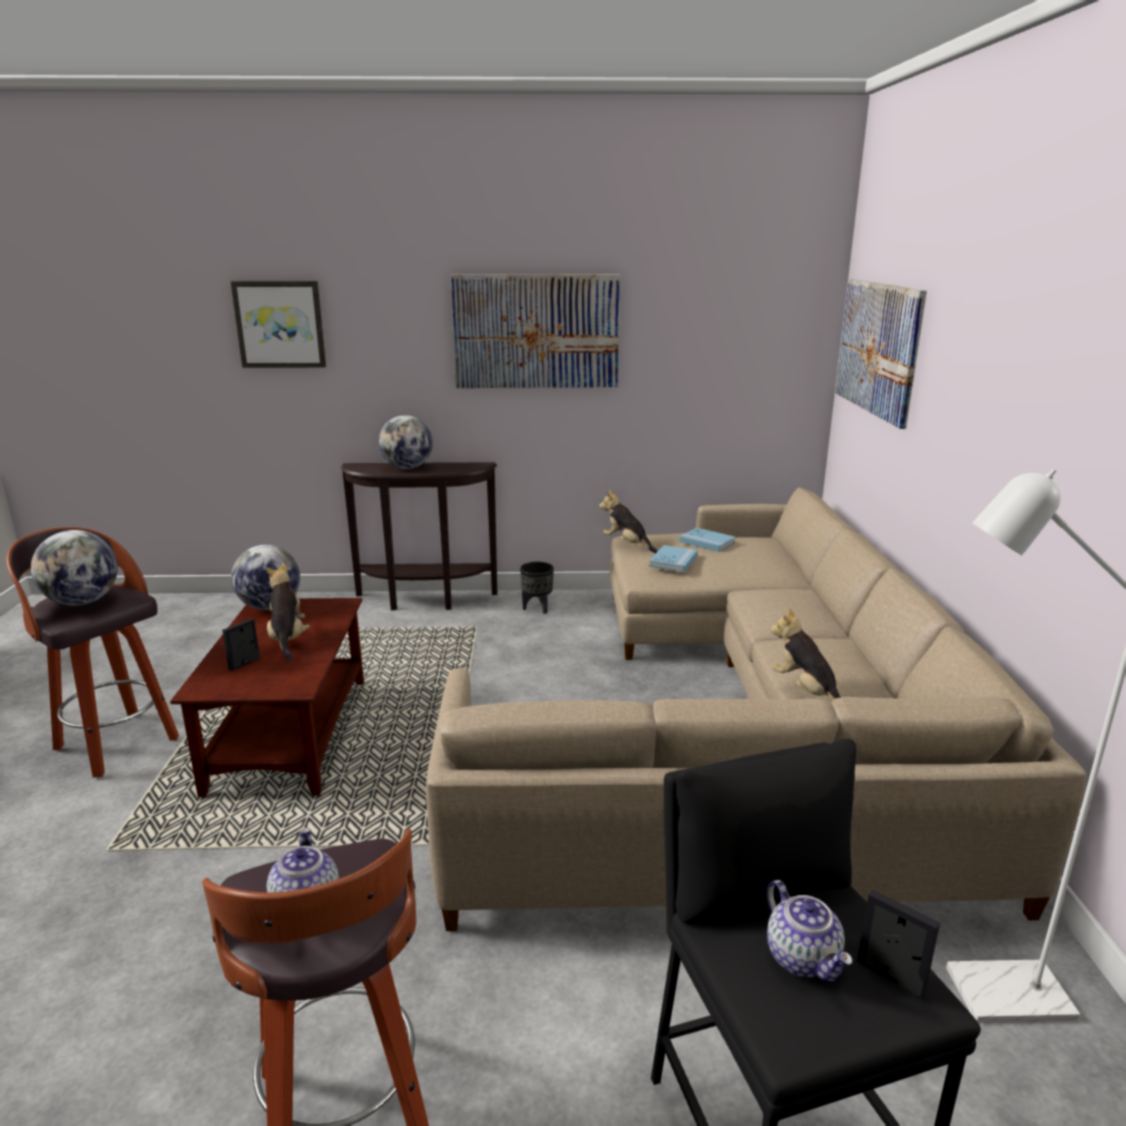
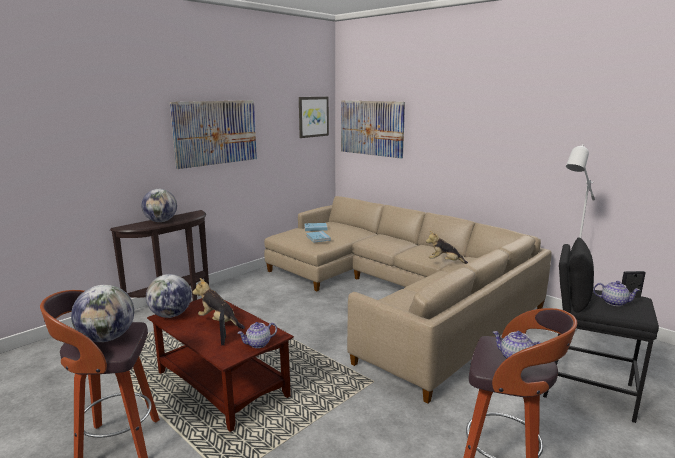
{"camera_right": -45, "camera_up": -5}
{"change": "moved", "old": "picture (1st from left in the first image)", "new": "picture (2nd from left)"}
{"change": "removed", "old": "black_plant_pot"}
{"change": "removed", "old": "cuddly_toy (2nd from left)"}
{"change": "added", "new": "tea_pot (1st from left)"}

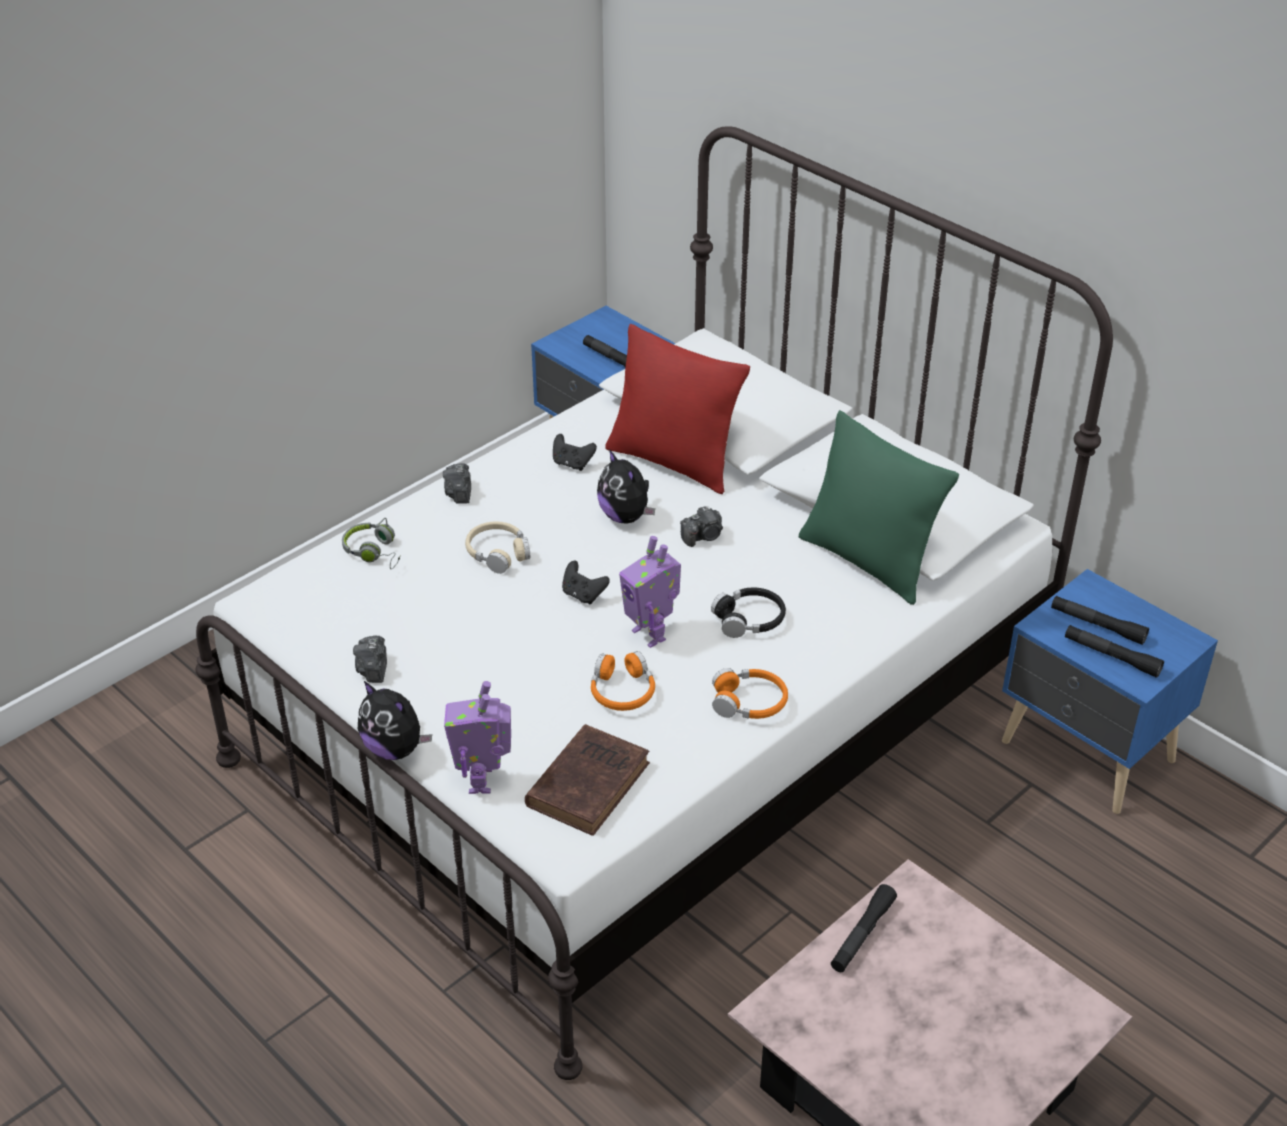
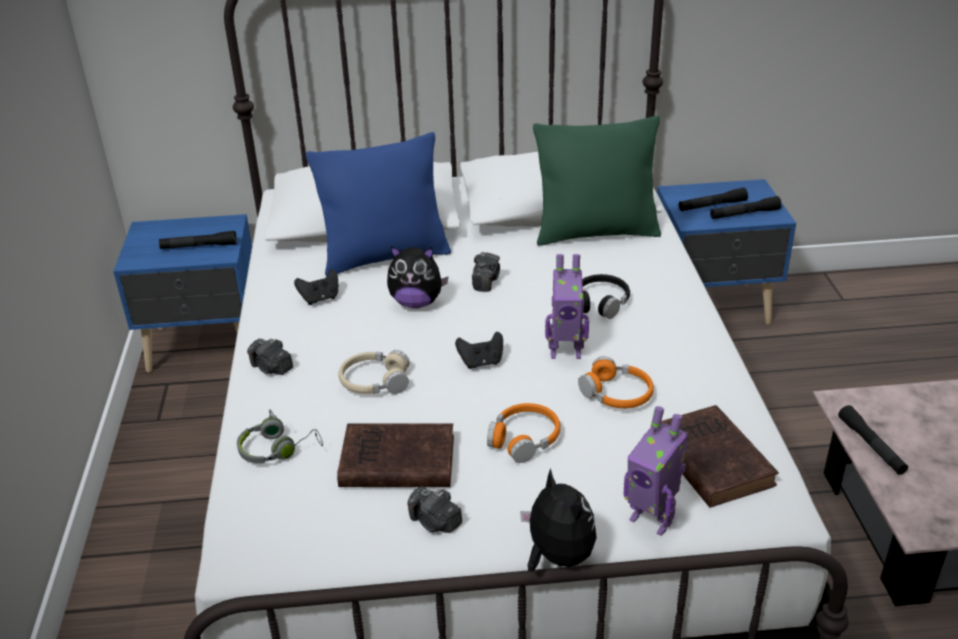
{"camera_right": -50, "camera_up": -5}
{"change": "turned", "old": "cuddly_toy (1st from left in the first image)", "degrees": -105}
{"change": "recoloured", "old": "red_throw_pillow", "new": "bluish_throw_pillow"}
{"change": "moved", "old": "orangey_headphones (2nd from left in the first image)", "new": "orangey_headphones (1st from left)"}
{"change": "added", "new": "brownish_bound_book (1st from left)"}

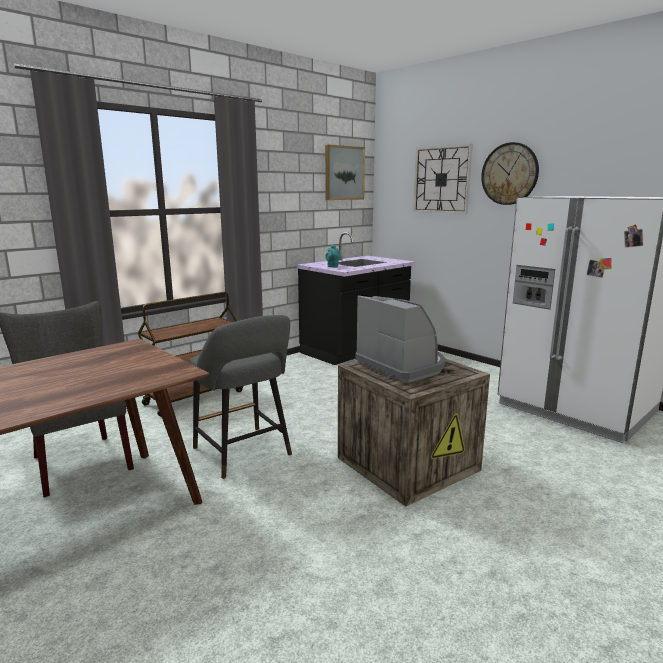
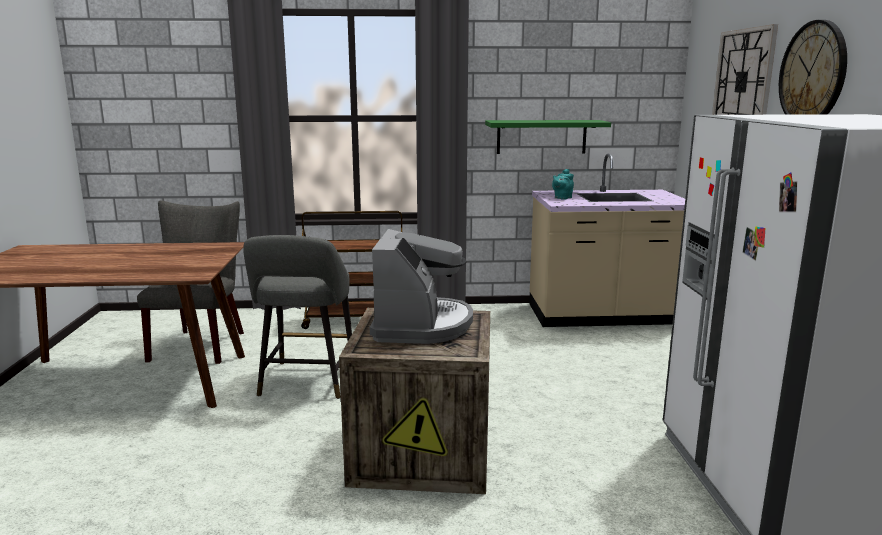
{"camera_right": 40, "camera_up": 0}
{"change": "recoloured", "old": "black_counter", "new": "beige_counter"}
{"change": "removed", "old": "picture"}
{"change": "added", "new": "greenish_wall_shelf"}

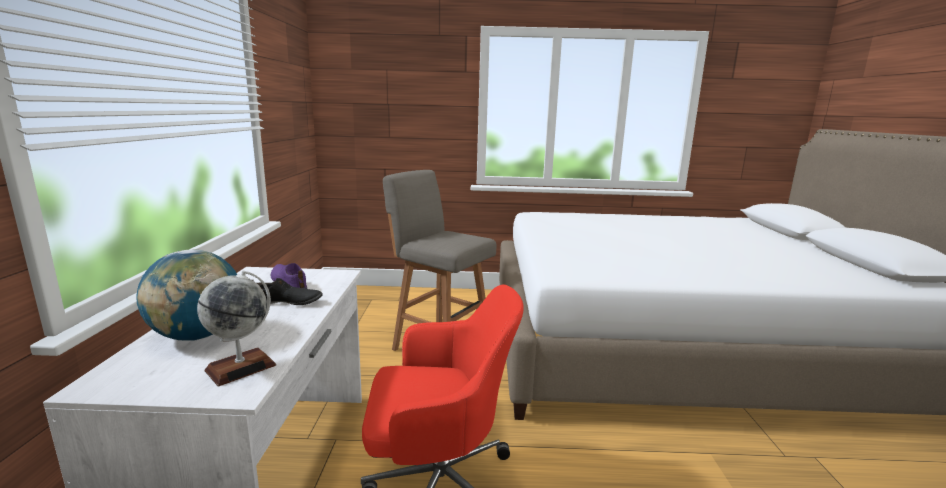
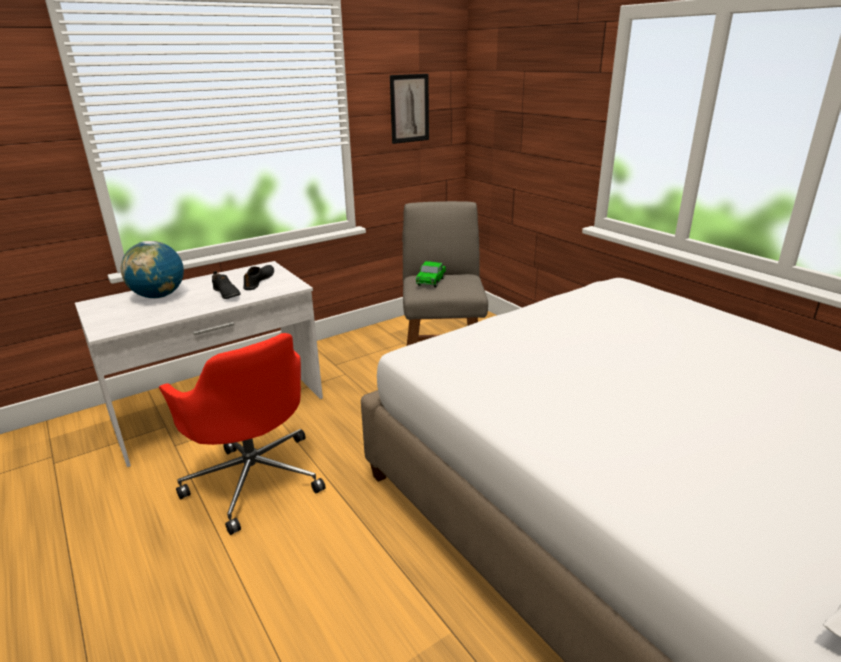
{"camera_right": 55, "camera_up": 10}
{"change": "removed", "old": "globe (2nd from left)"}
{"change": "recoloured", "old": "purple_shoe", "new": "black_shoe (2nd from left)"}
{"change": "added", "new": "picture"}
{"change": "added", "new": "model_car"}

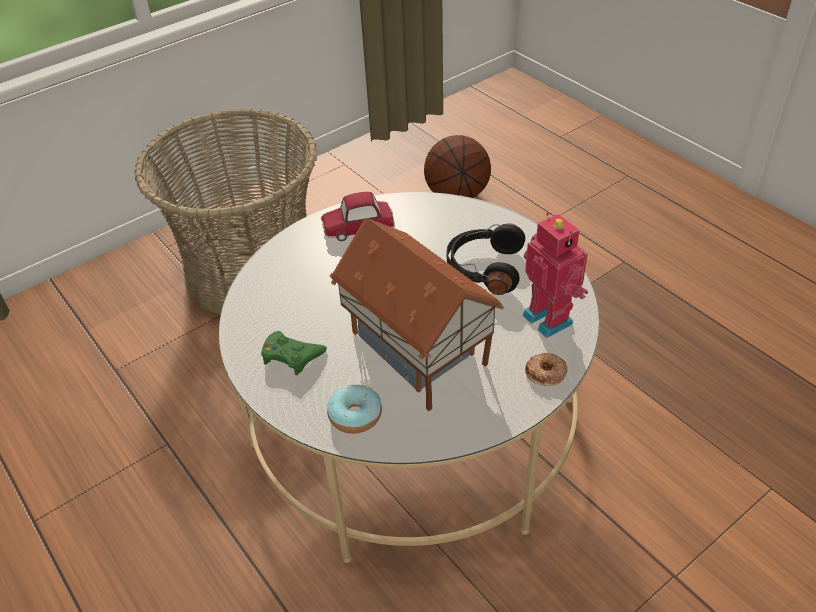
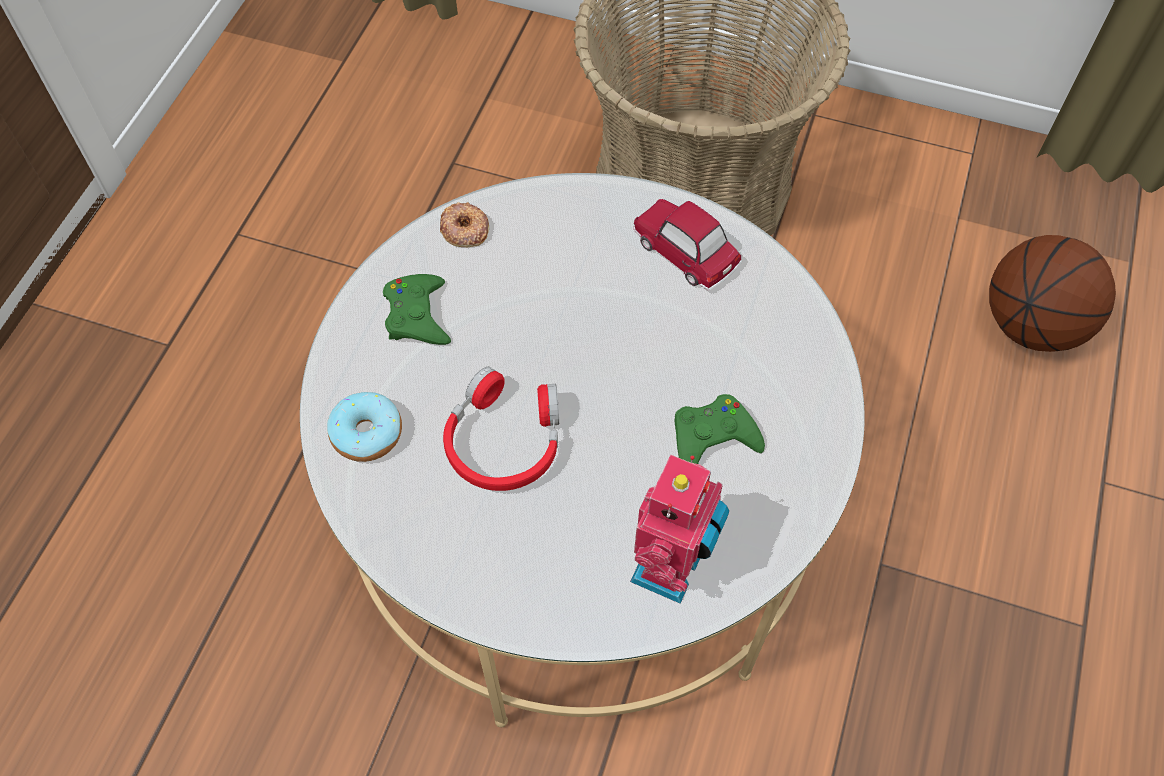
{"camera_right": 55, "camera_up": 15}
{"change": "replaced", "old": "toy_house", "new": "red_headphones"}
{"change": "replaced", "old": "black_headphones", "new": "greenish_game_controller (2nd from left)"}
{"change": "moved", "old": "ring_doughnut (2nd from left)"}

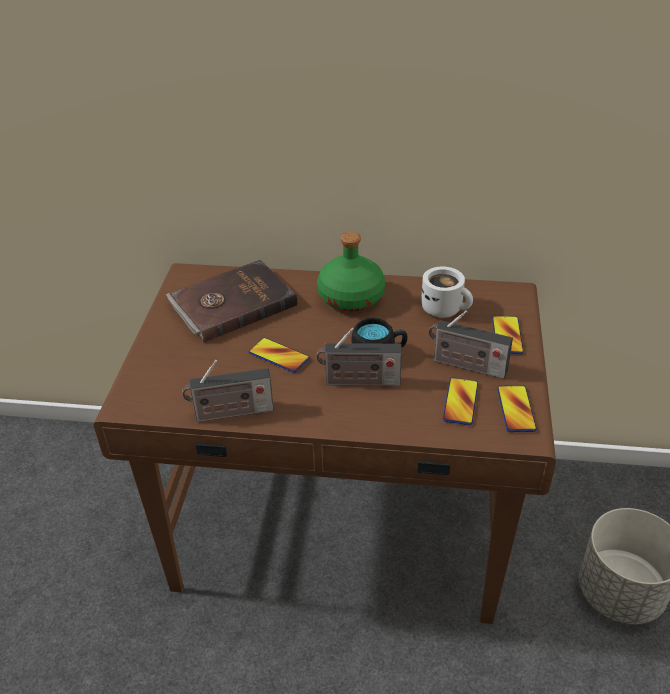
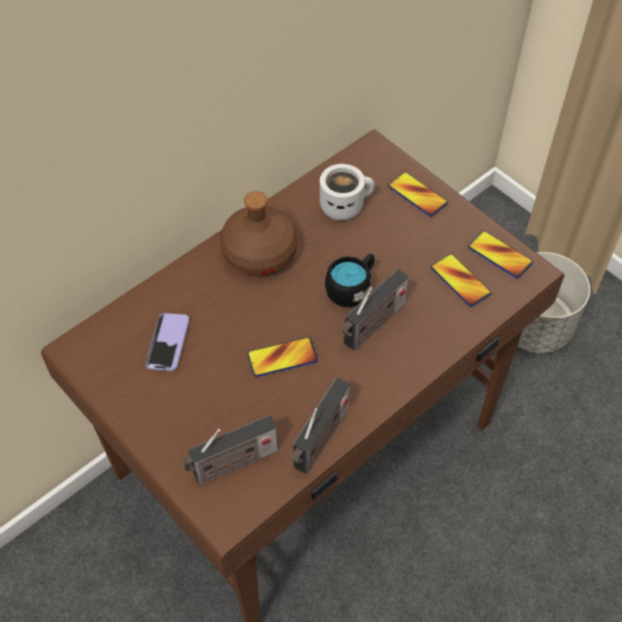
{"camera_right": -50, "camera_up": 15}
{"change": "replaced", "old": "brownish_bound_book", "new": "handset (1st from left)"}
{"change": "recoloured", "old": "greenish_drink_bottle", "new": "brownish_drink_bottle"}
{"change": "moved", "old": "radio (3rd from left in the first image)", "new": "radio (1st from left)"}

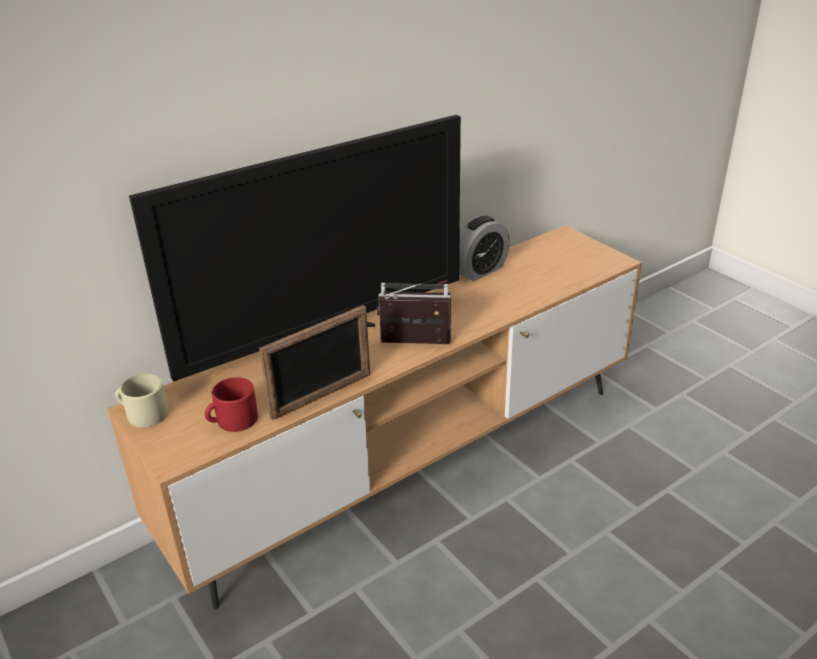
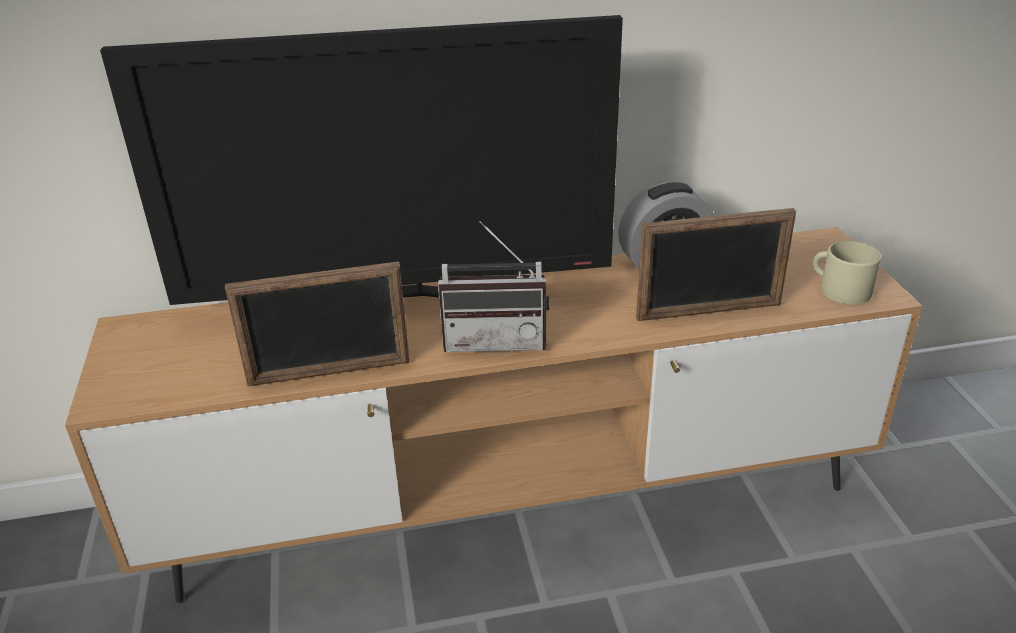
{"camera_right": 25, "camera_up": 0}
{"change": "moved", "old": "beige_mug"}
{"change": "removed", "old": "red_mug"}
{"change": "turned", "old": "radio", "degrees": 150}
{"change": "added", "new": "picture_frame (2nd from left)"}

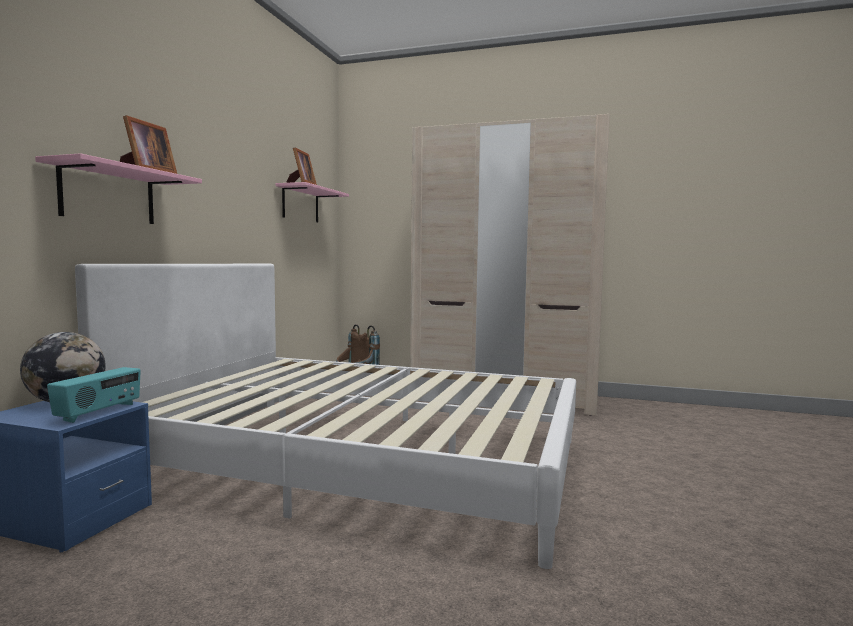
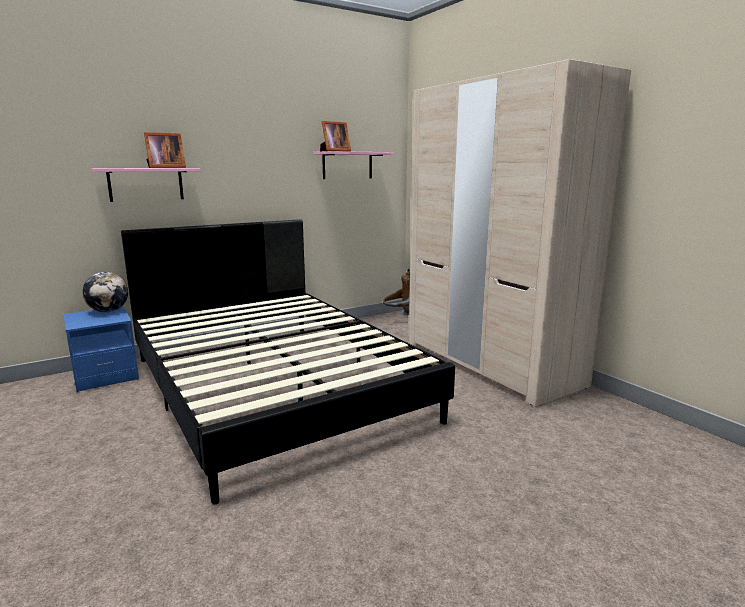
{"camera_right": 40, "camera_up": 10}
{"change": "removed", "old": "radio"}
{"change": "recoloured", "old": "whitish_sleeping_bed", "new": "black_sleeping_bed"}

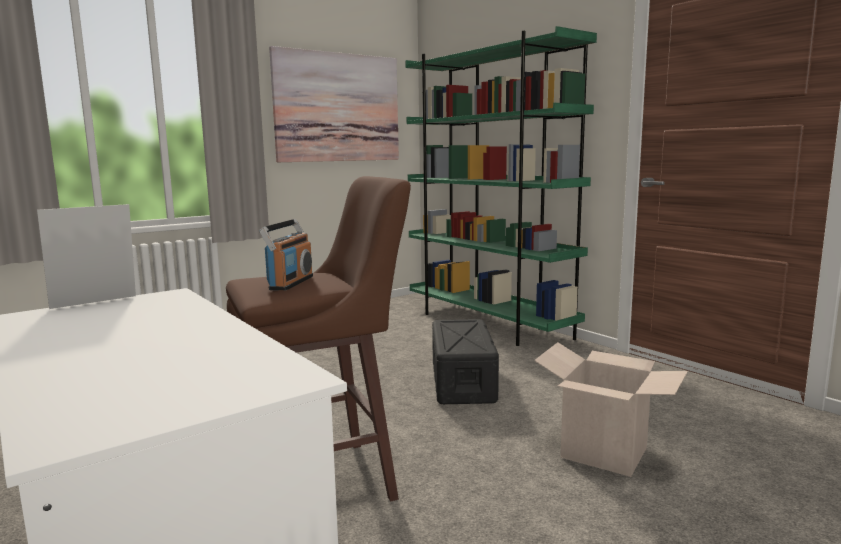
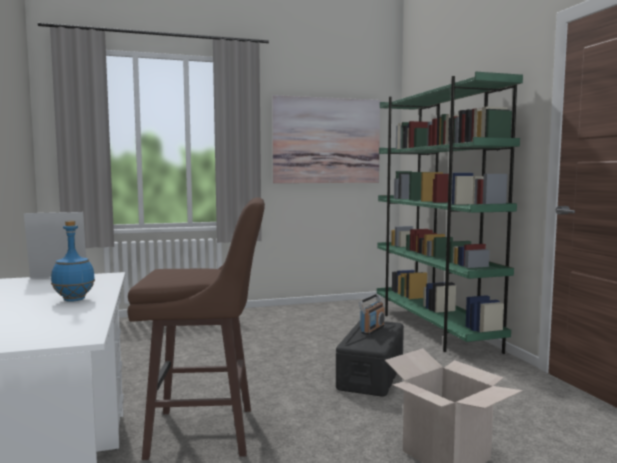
{"camera_right": 20, "camera_up": -5}
{"change": "moved", "old": "radio"}
{"change": "added", "new": "bluish_drink_bottle"}

